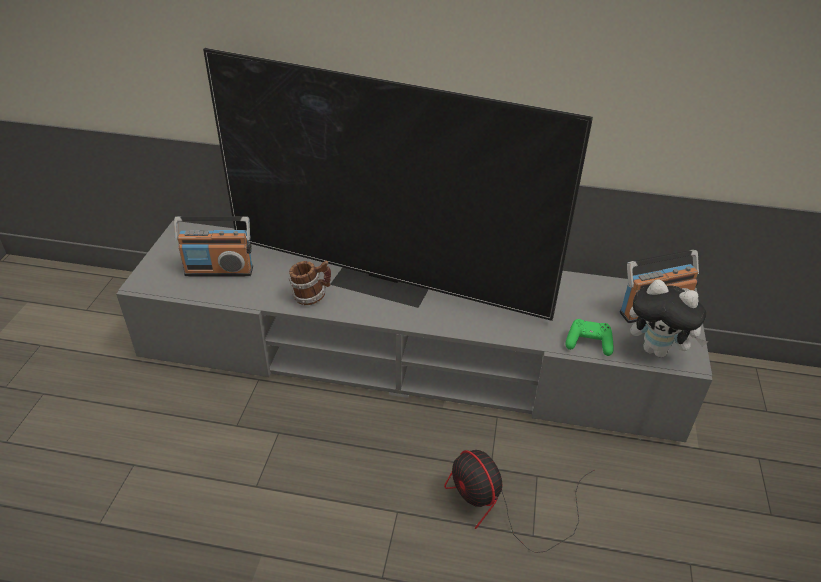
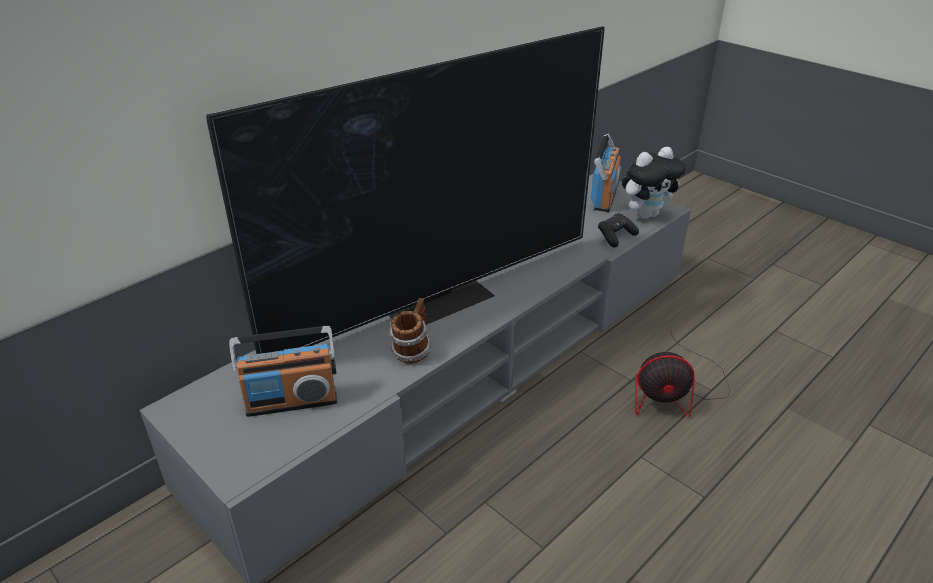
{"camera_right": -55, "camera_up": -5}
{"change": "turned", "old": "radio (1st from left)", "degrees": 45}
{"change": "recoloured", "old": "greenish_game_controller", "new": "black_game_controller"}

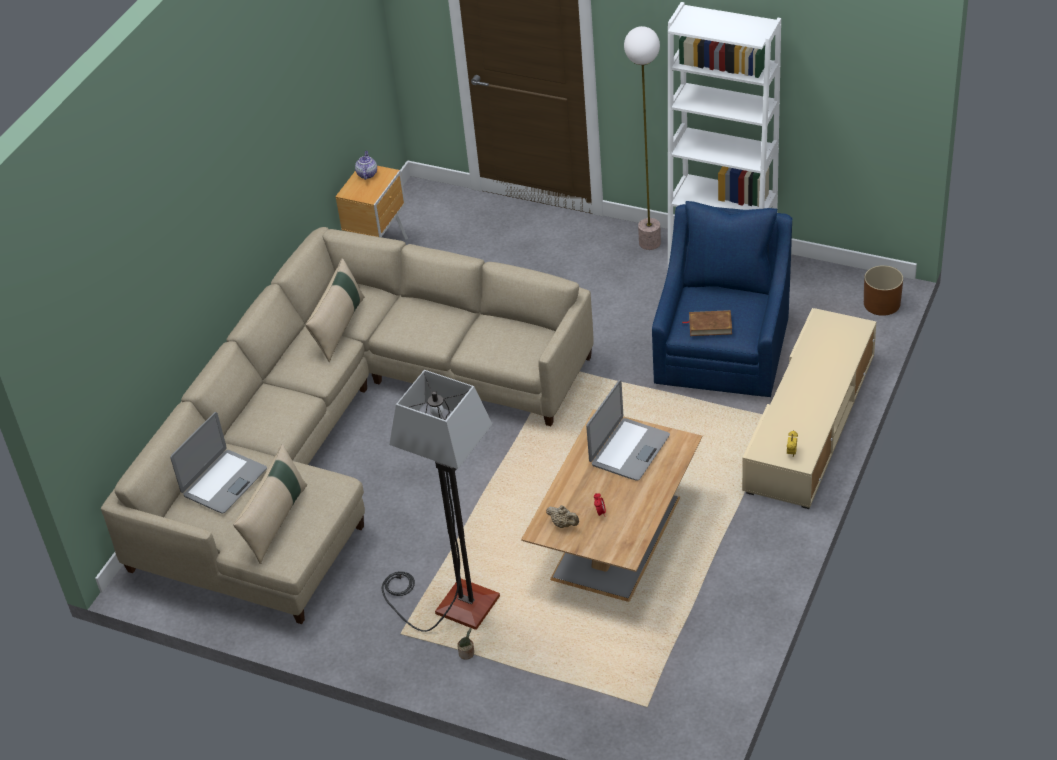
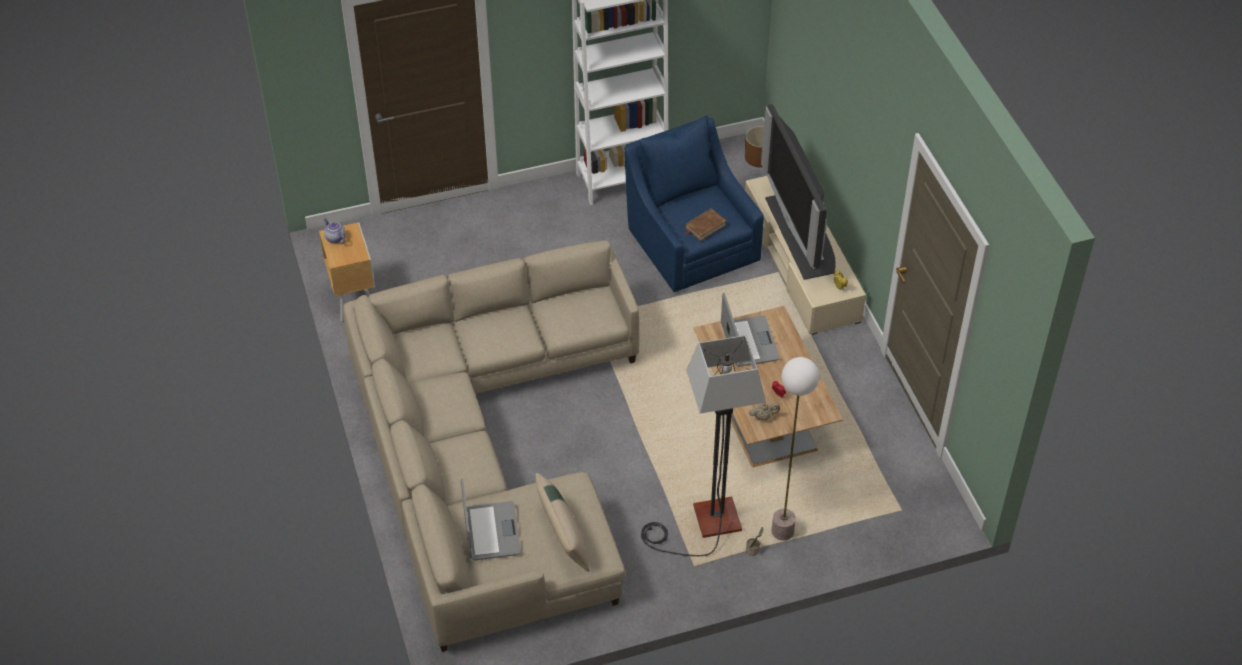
{"camera_right": -45, "camera_up": 5}
{"change": "removed", "old": "beige_throw_pillow (2nd from left)"}
{"change": "moved", "old": "floor_lamp (2nd from left)"}
{"change": "added", "new": "television"}

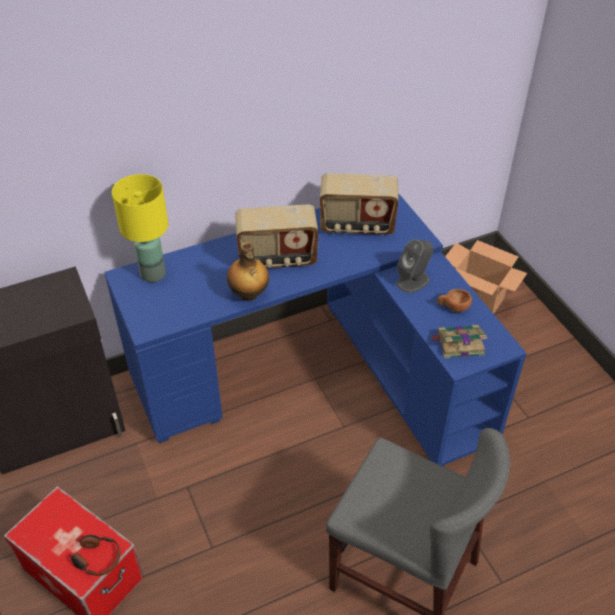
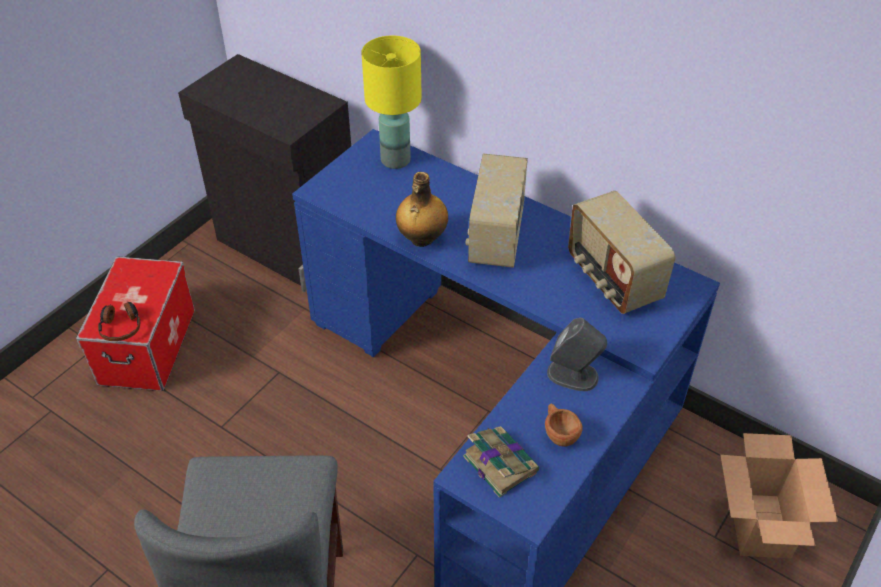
{"camera_right": 60, "camera_up": 0}
{"change": "turned", "old": "radio (1st from left)", "degrees": 45}

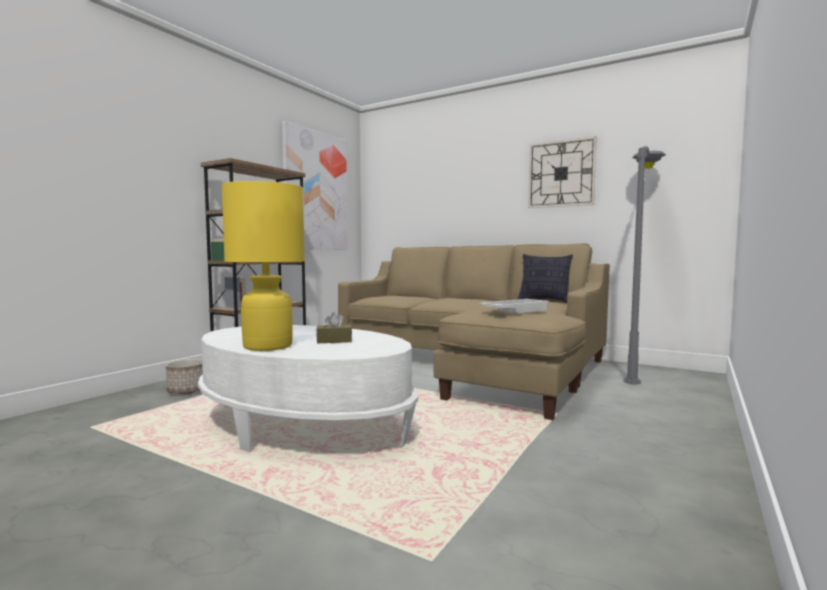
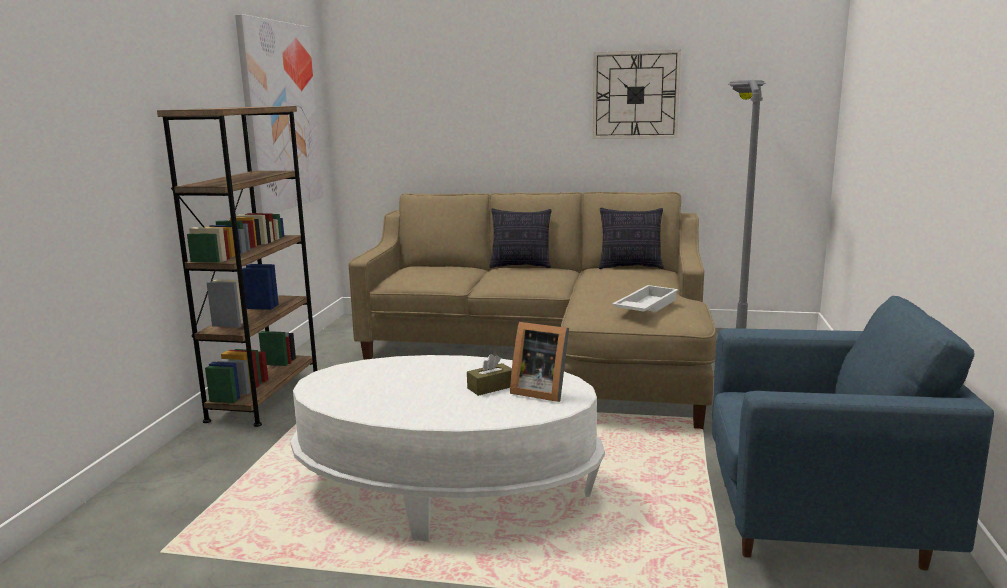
{"camera_right": -20, "camera_up": 10}
{"change": "removed", "old": "plant_pot"}
{"change": "removed", "old": "yellow-coloured_tabletop_lamp"}
{"change": "added", "new": "throw_pillow (1st from left)"}
{"change": "added", "new": "picture_frame"}
{"change": "added", "new": "bluish_easy_chair"}

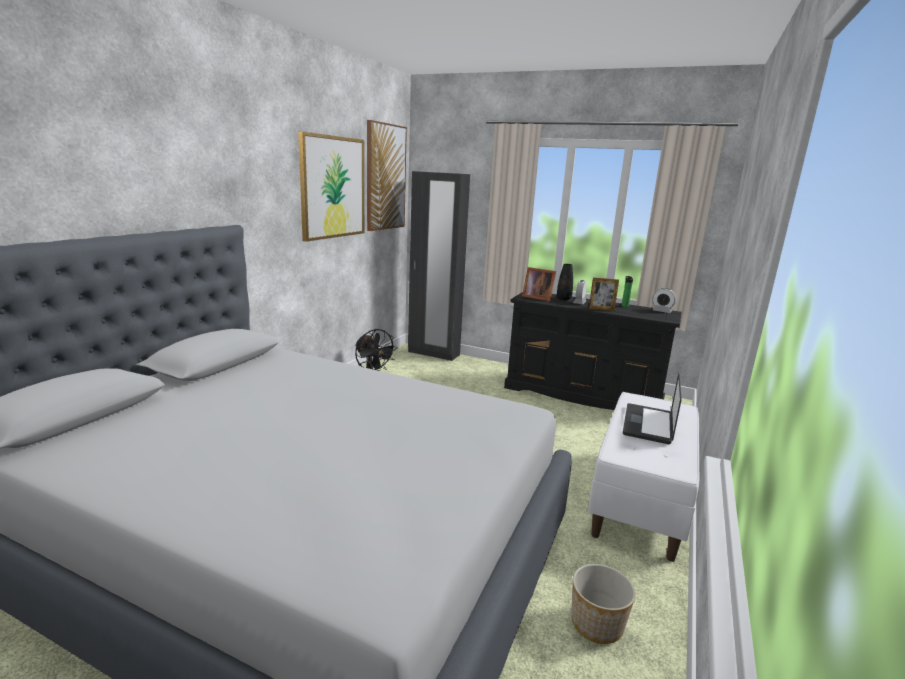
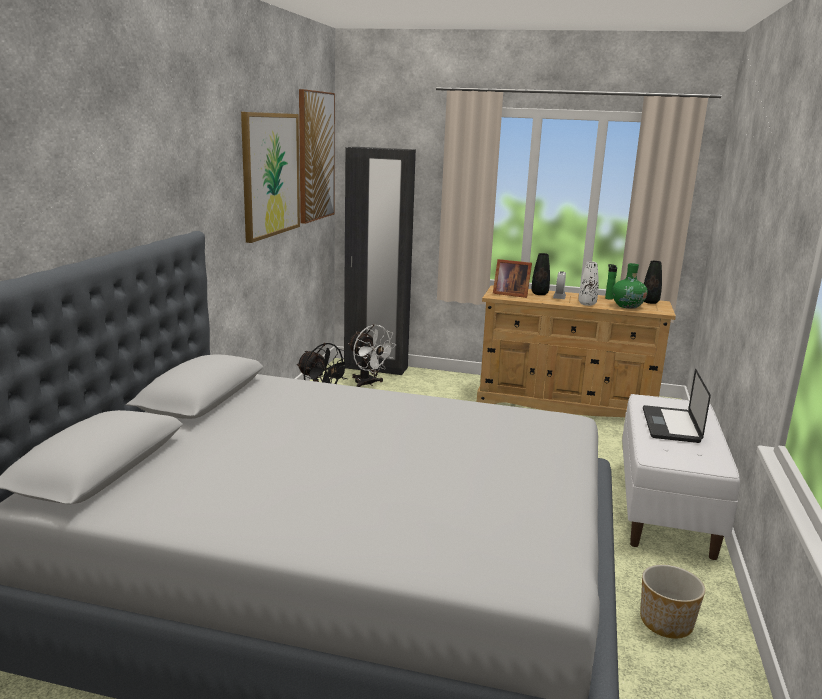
{"camera_right": -10, "camera_up": 0}
{"change": "recoloured", "old": "black_drawer_chest", "new": "beige_drawer_chest"}
{"change": "replaced", "old": "picture_frame (2nd from left)", "new": "whitish_vase"}
{"change": "replaced", "old": "table_clock (2nd from left)", "new": "black_vase (2nd from left)"}
{"change": "added", "new": "whitish_cooling_fan"}
{"change": "added", "new": "greenish_vase"}

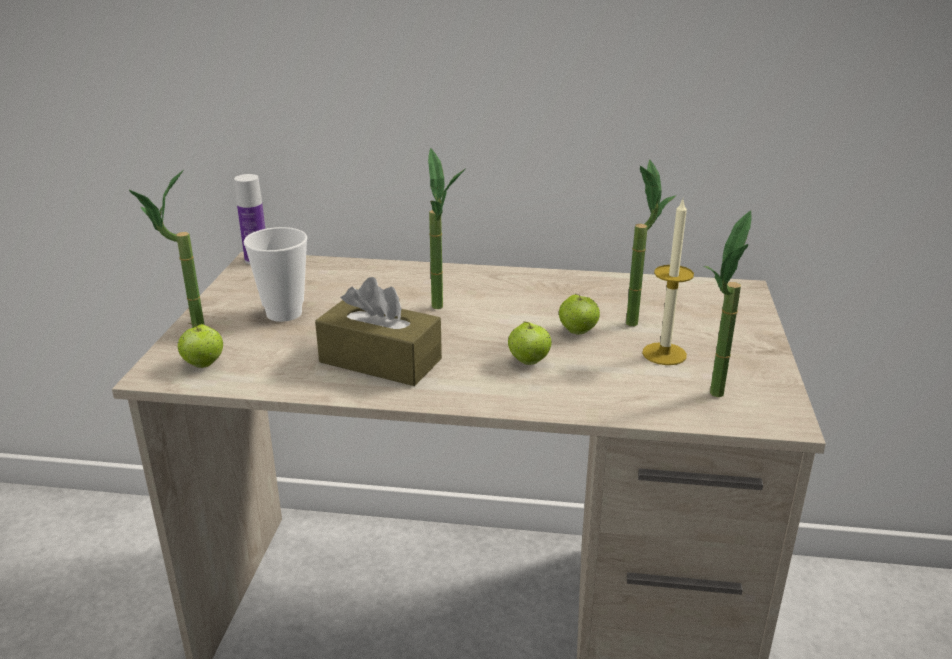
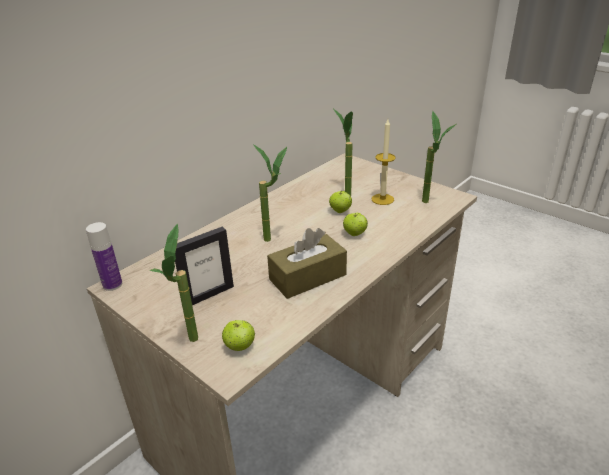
{"camera_right": -55, "camera_up": 5}
{"change": "replaced", "old": "drinking_cup", "new": "picture_frame"}

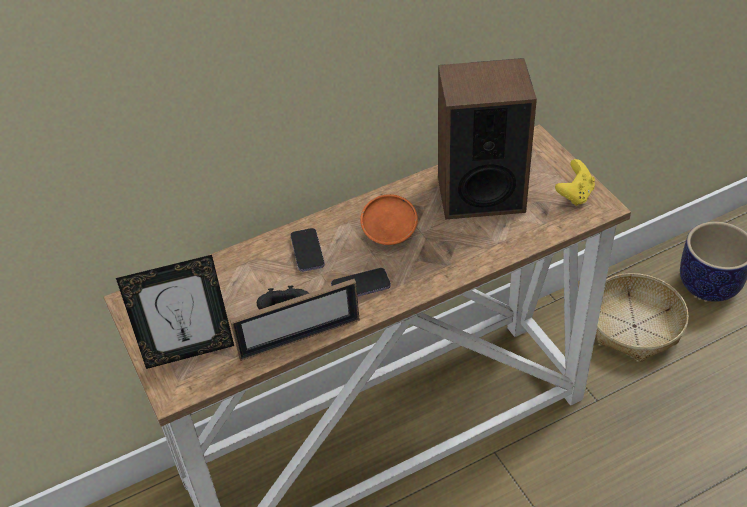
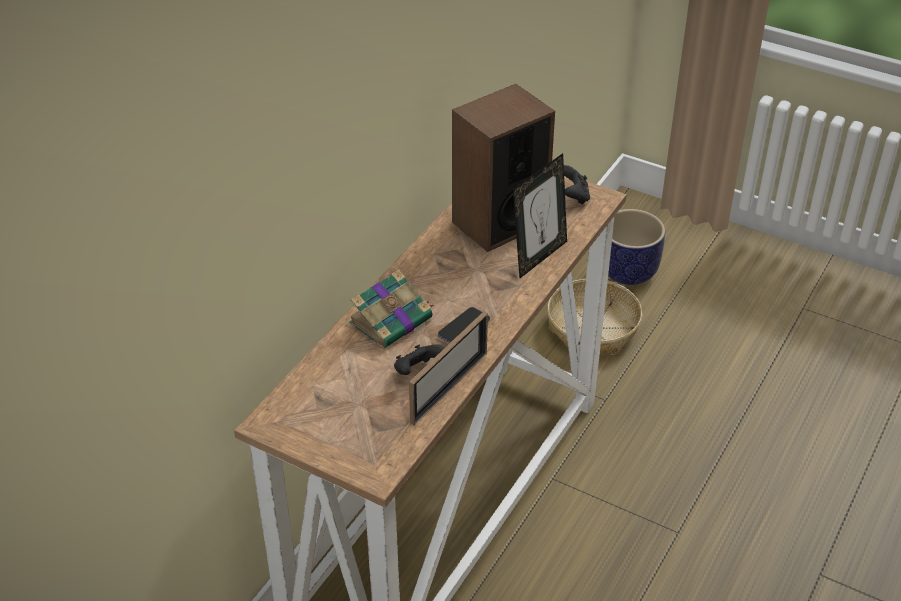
{"camera_right": -35, "camera_up": -5}
{"change": "moved", "old": "picture_frame (1st from left in the first image)", "new": "picture_frame (2nd from left)"}
{"change": "replaced", "old": "handset (1st from left)", "new": "bound_book"}
{"change": "removed", "old": "orangey_serving_bowl"}
{"change": "recoloured", "old": "yellow-coloured_game_controller", "new": "black_game_controller (2nd from left)"}

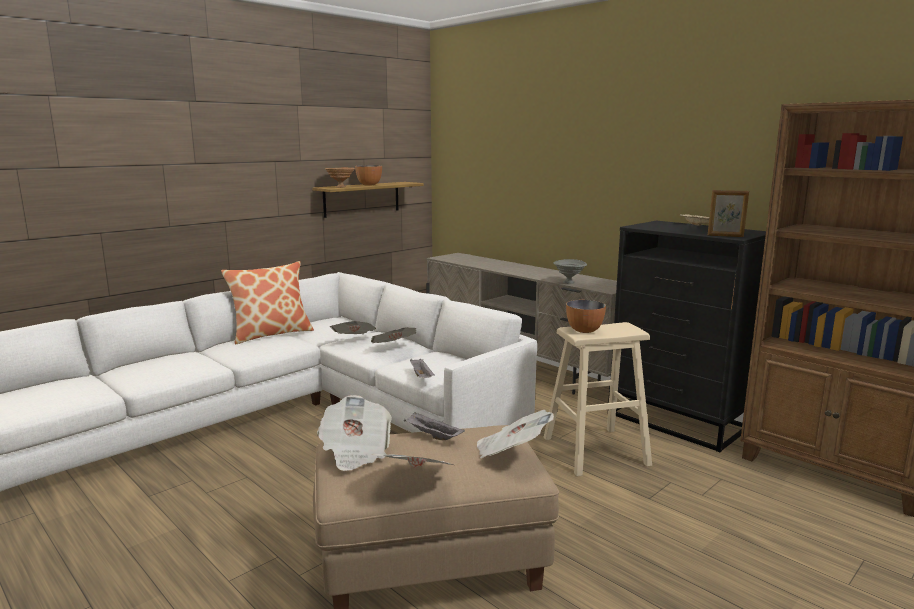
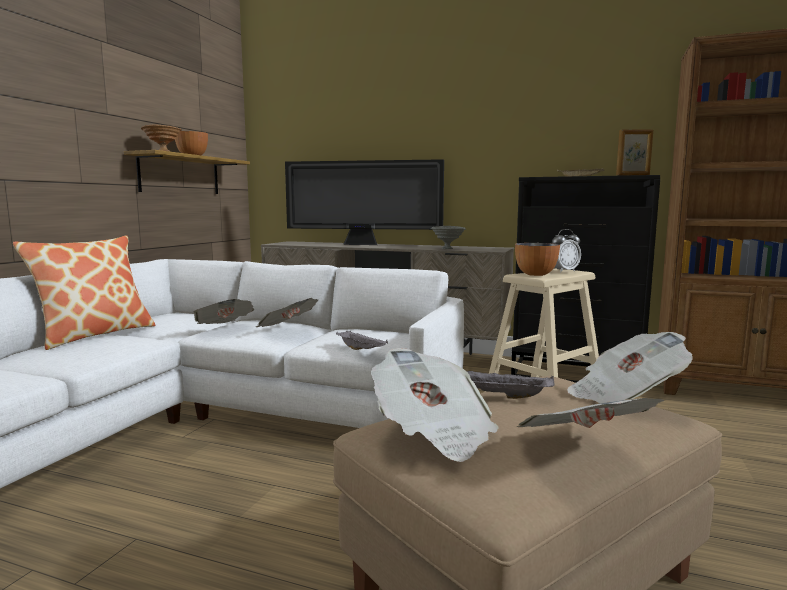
{"camera_right": -25, "camera_up": -5}
{"change": "added", "new": "television"}
{"change": "added", "new": "table_clock"}

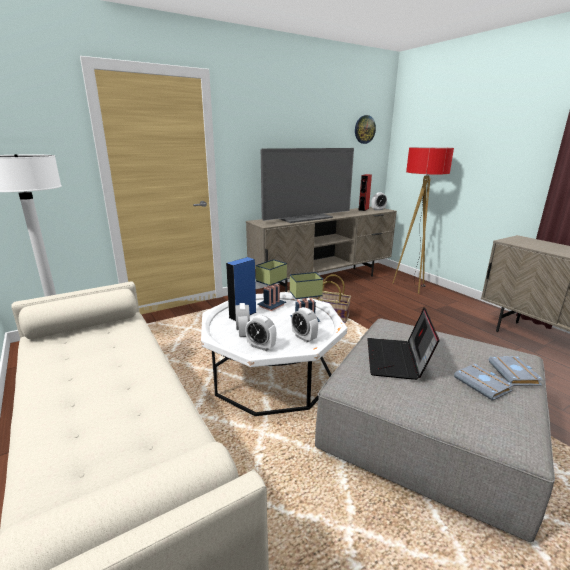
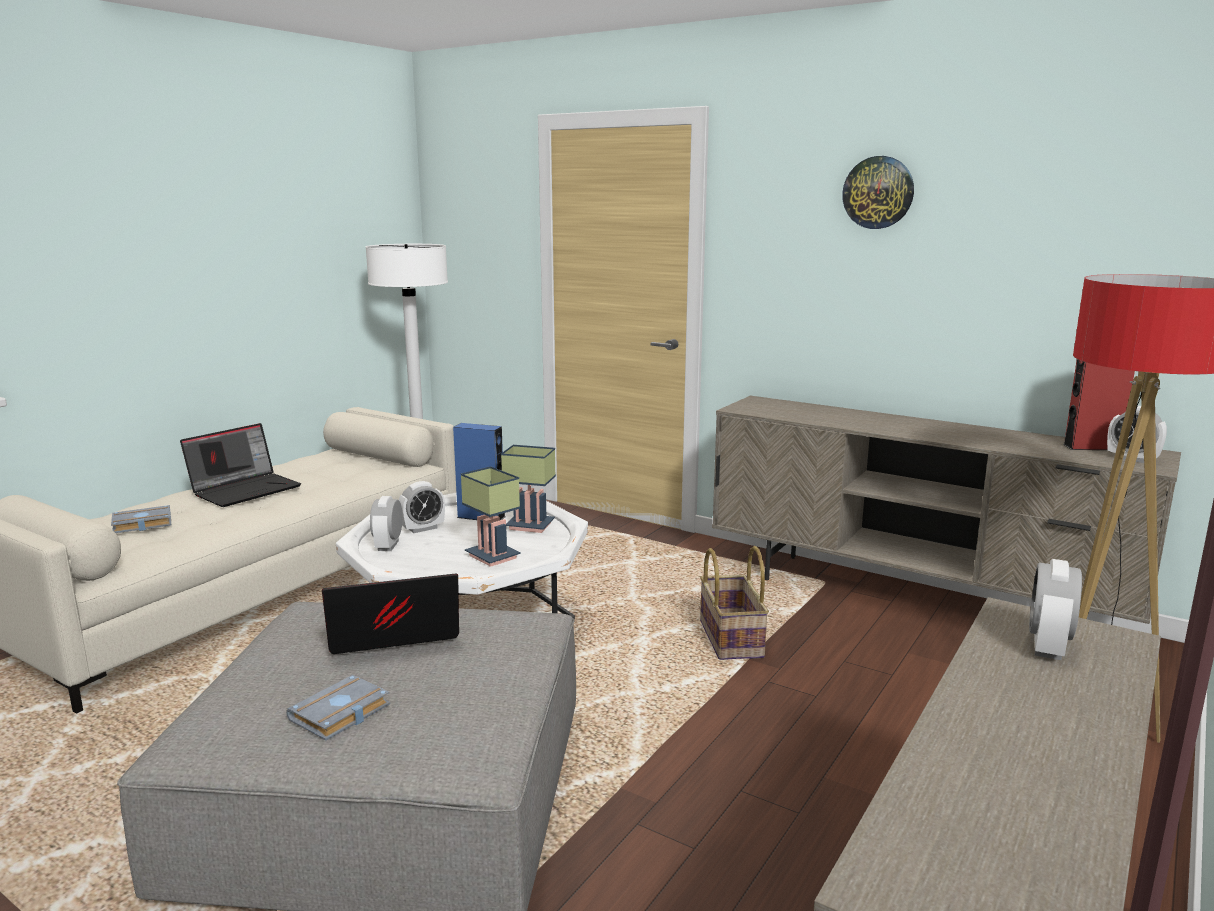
{"camera_right": 65, "camera_up": -5}
{"change": "removed", "old": "television"}
{"change": "moved", "old": "table_clock (3rd from left)"}
{"change": "moved", "old": "wall_clock"}
{"change": "moved", "old": "greyish_bound_book (2nd from left in the first image)", "new": "greyish_bound_book (1st from left)"}
{"change": "added", "new": "notebook_computer (1st from left)"}

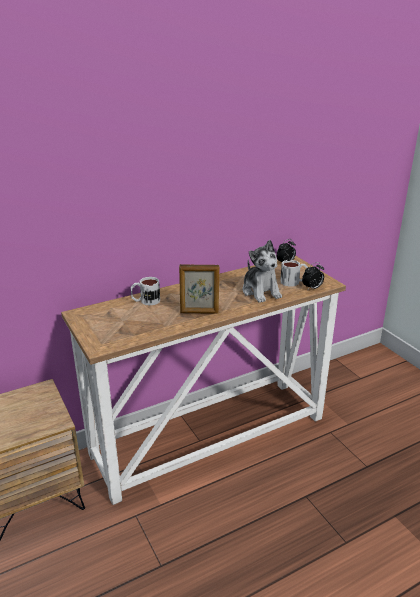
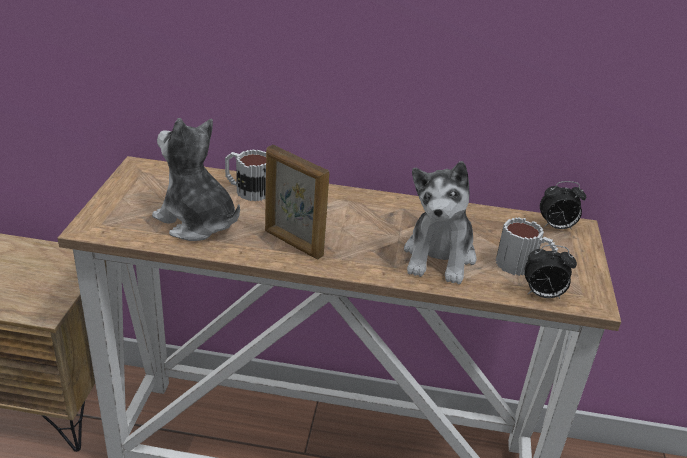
{"camera_right": 35, "camera_up": 5}
{"change": "added", "new": "cuddly_toy (1st from left)"}

